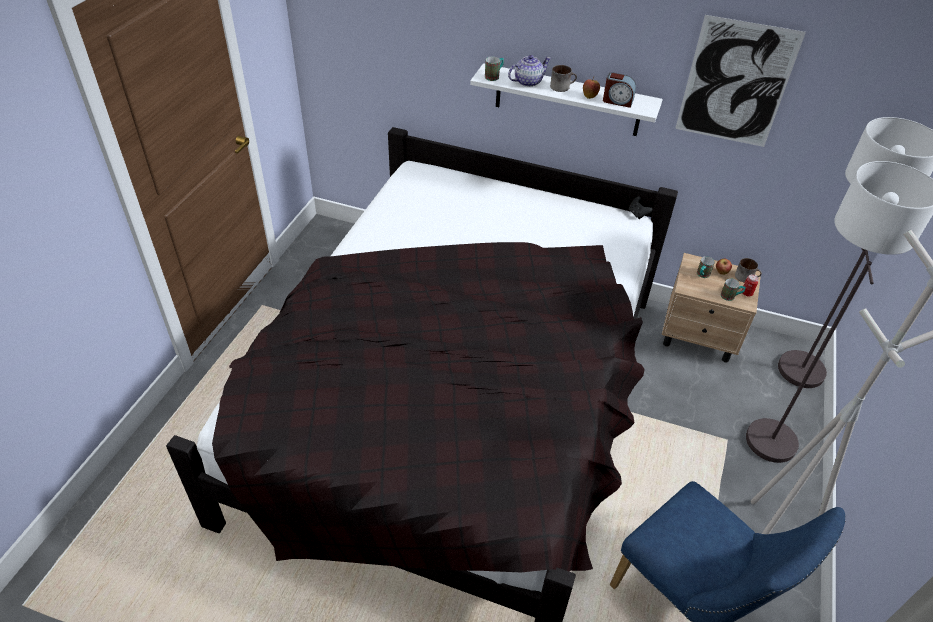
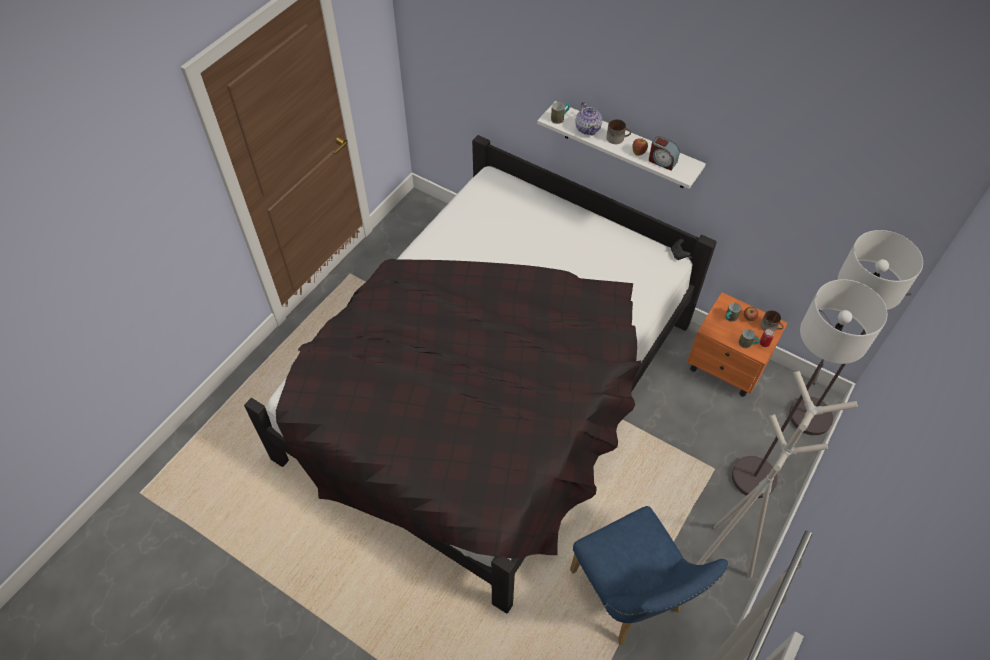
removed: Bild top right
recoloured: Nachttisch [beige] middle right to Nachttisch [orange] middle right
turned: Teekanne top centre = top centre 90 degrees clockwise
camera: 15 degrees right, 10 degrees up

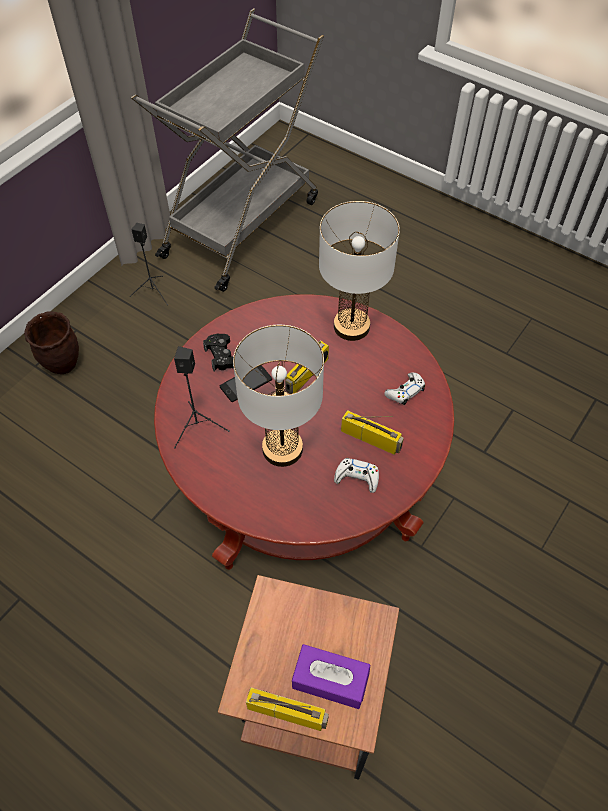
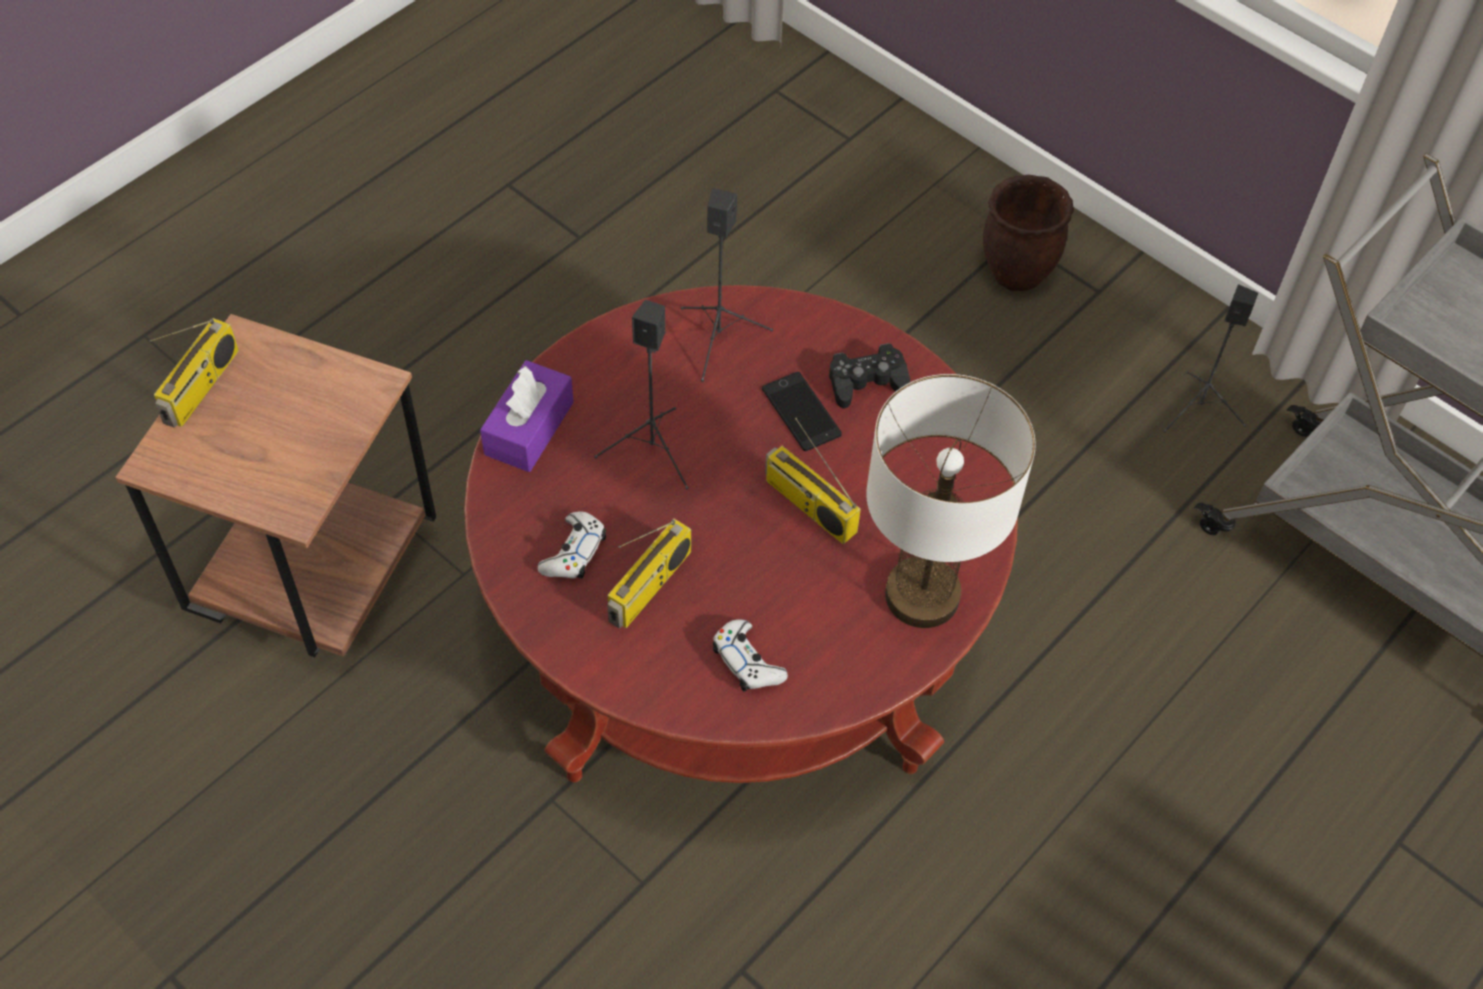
moved: Taschentuchbox [lila] bottom centre to centre
replaced: Tischlampe (1st from left) centre to Lautsprecher [schwarz] (1st from left) centre
camera: 95 degrees right, 0 degrees up

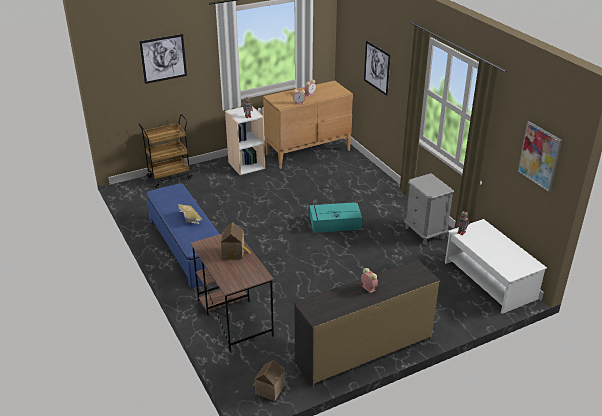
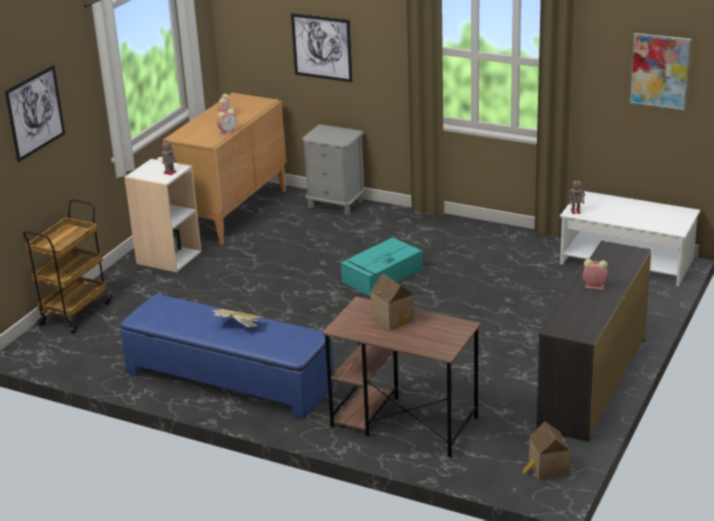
moved: Nachttisch [grau] middle right to top centre
camera: 35 degrees left, 5 degrees down

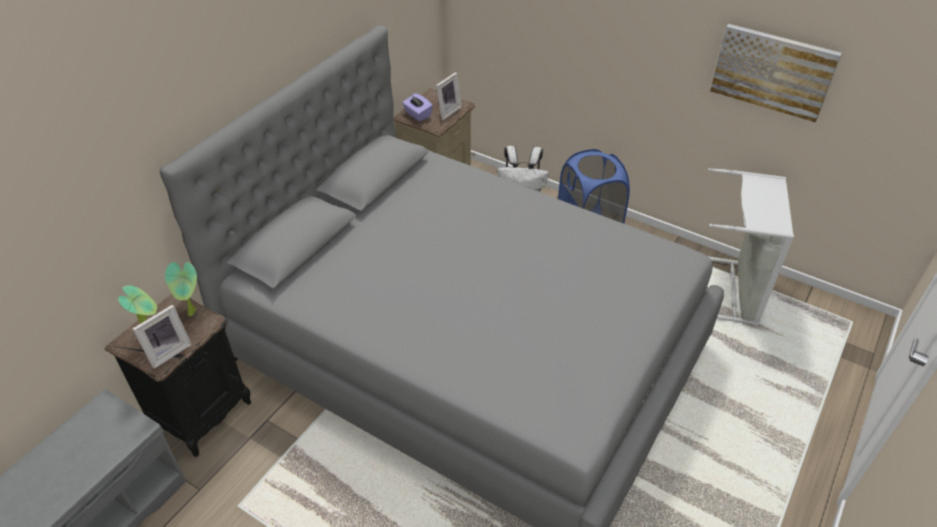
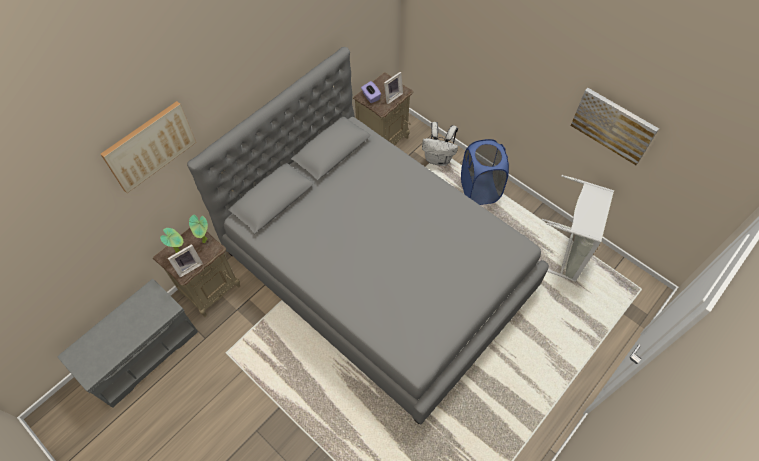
added: Bild (1st from left) top left
recoloured: Nachttisch [schwarz] bottom left to Nachttisch [beige] (1st from left) middle left
camera: 10 degrees right, 15 degrees up

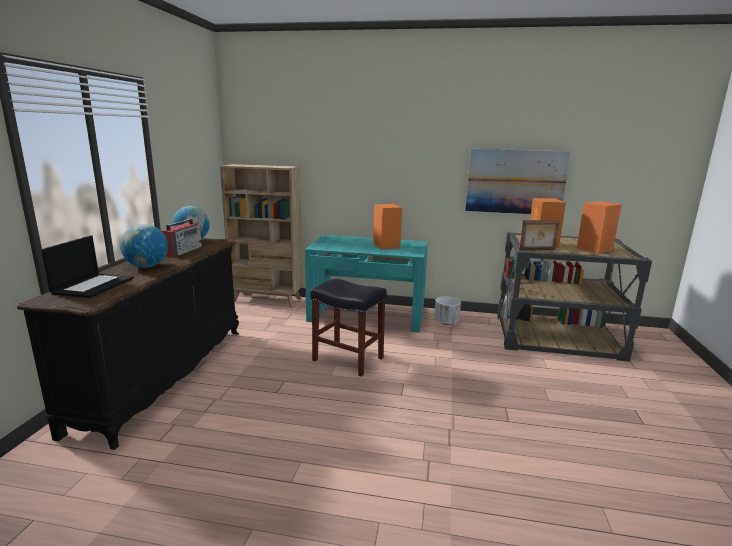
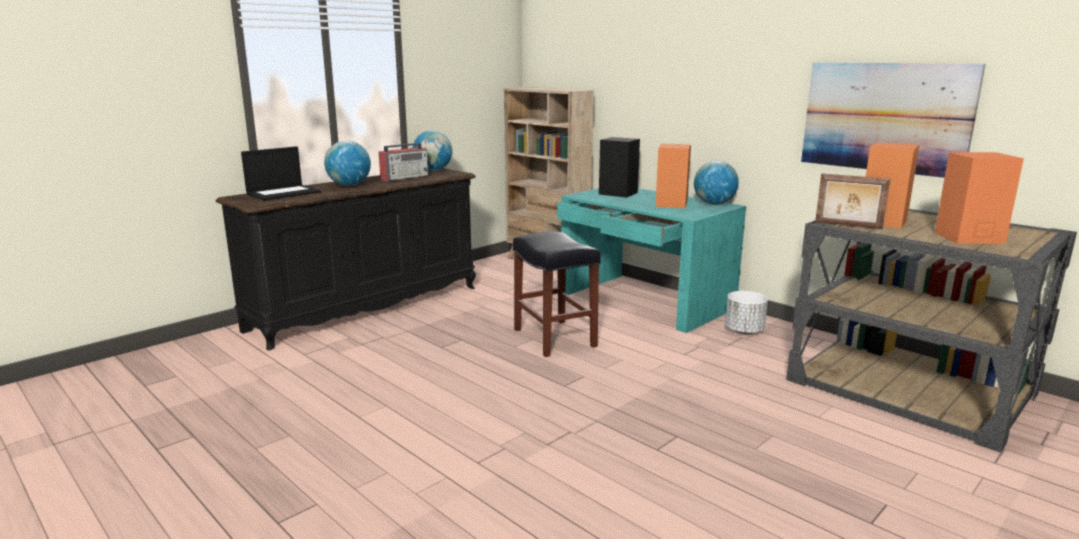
added: Lautsprecher [schwarz] top centre; Globus (3rd from left) centre
camera: 35 degrees right, 0 degrees up

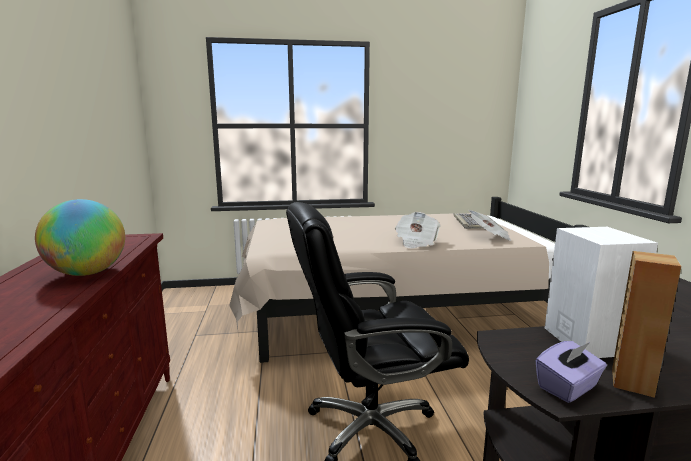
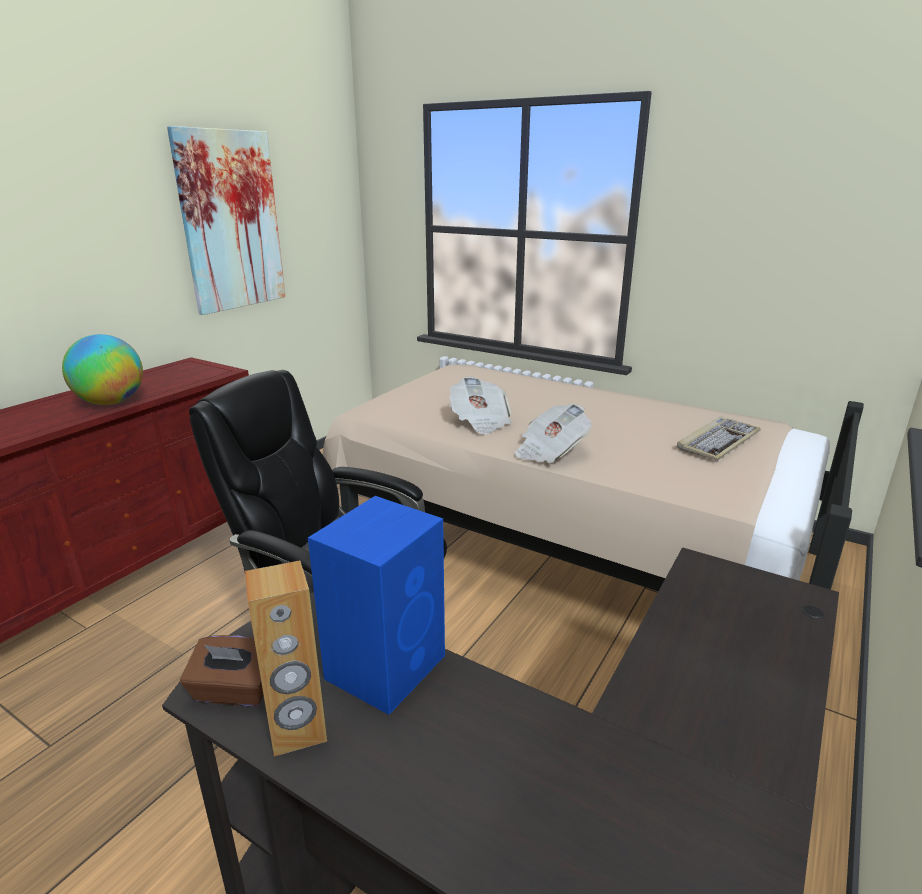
added: Bild top left
moved: Zeitung (2nd from left in the first image) middle right to Zeitung (1st from left) centre
recoloured: Taschentuchbox [lila] bottom right to Taschentuchbox [braun] bottom left; Lautsprecher [weiß] middle right to Lautsprecher [blau] bottom centre
camera: 40 degrees right, 10 degrees up

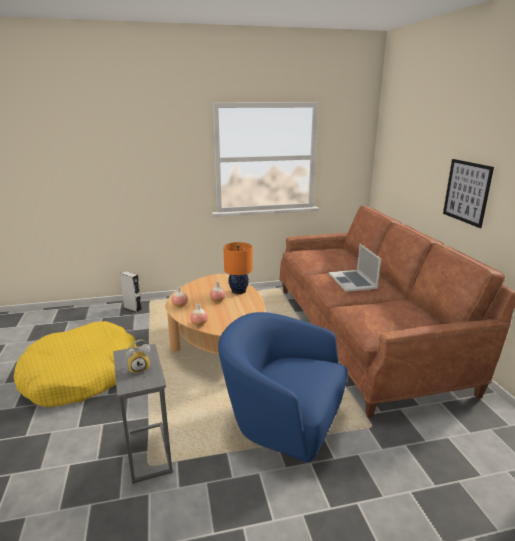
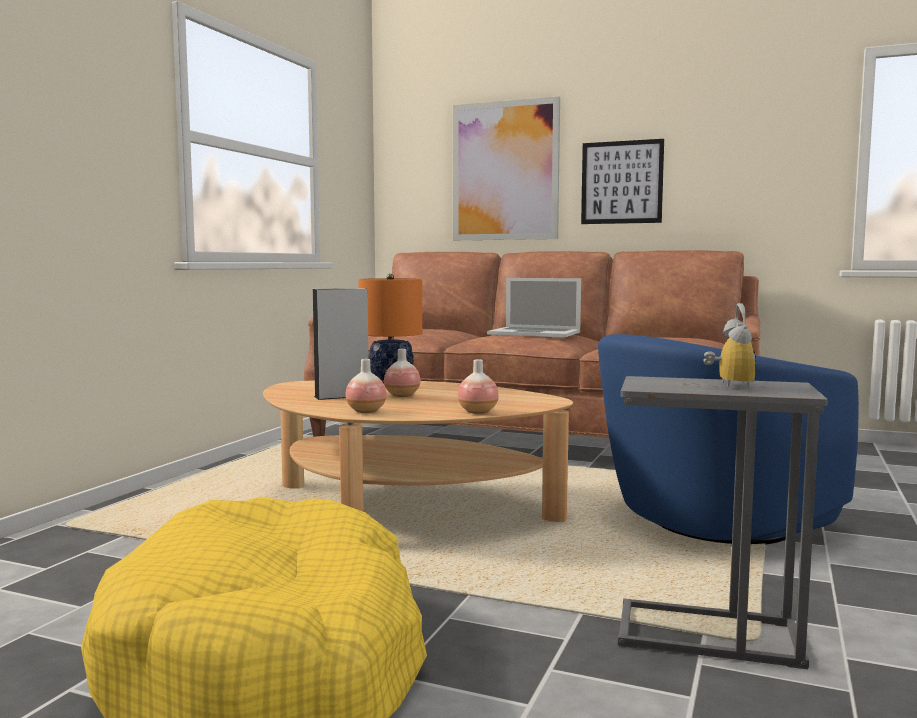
added: Bild (1st from left) top centre
moved: Lautsprecher [grau] middle left to centre
camera: 55 degrees left, 15 degrees down

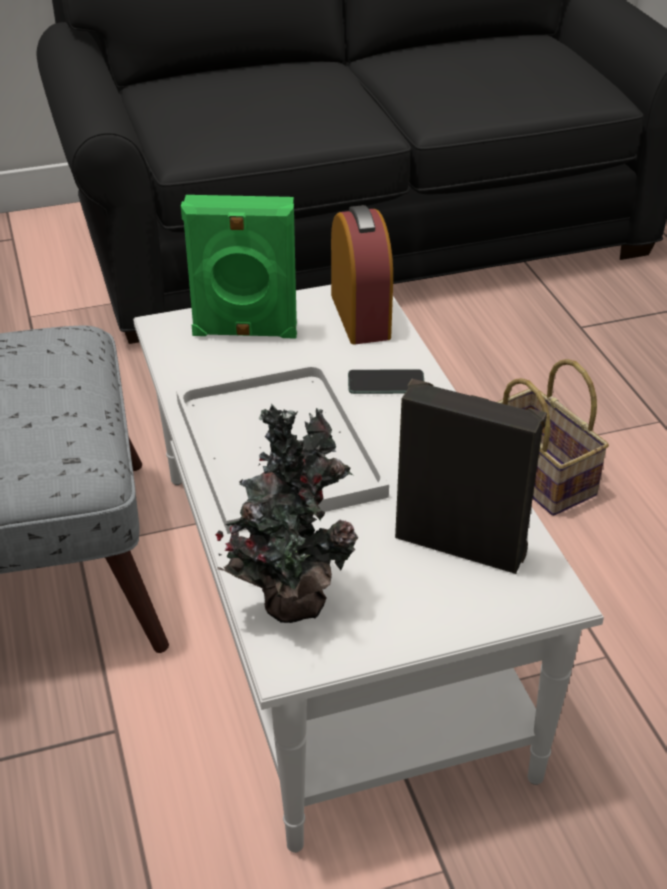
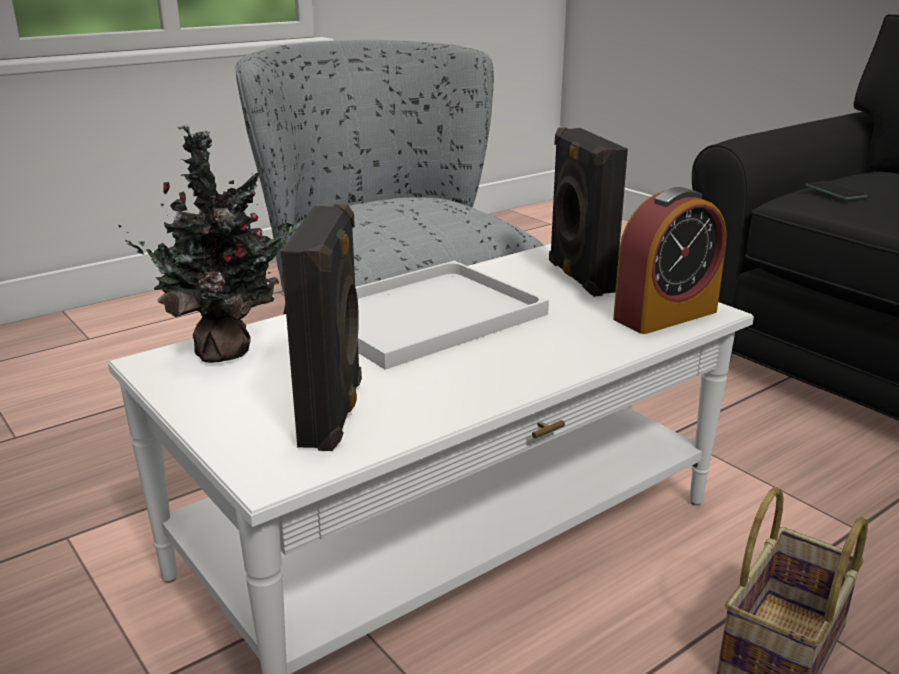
moved: Handy centre to top right
recoloured: Lautsprecher [grün] top centre to Lautsprecher [schwarz] (2nd from left) top centre
camera: 70 degrees right, 15 degrees down

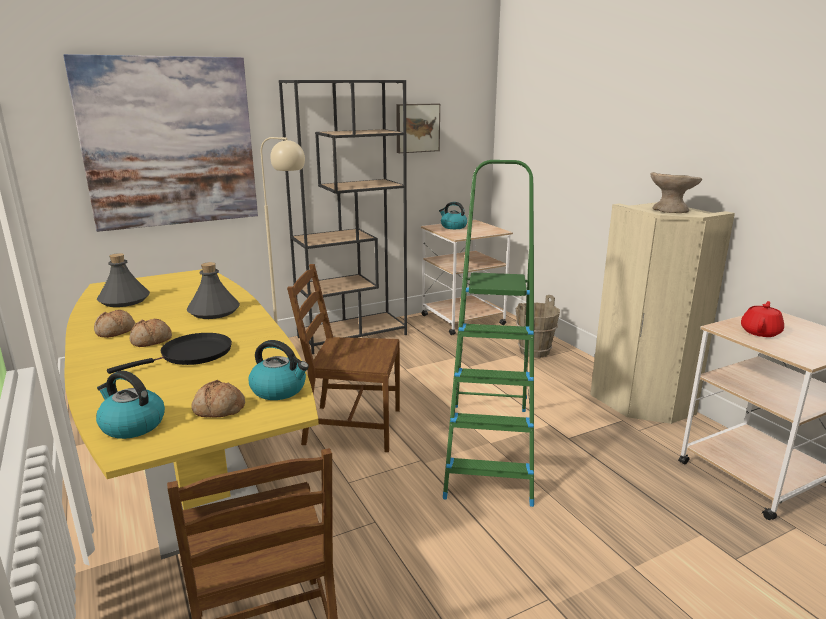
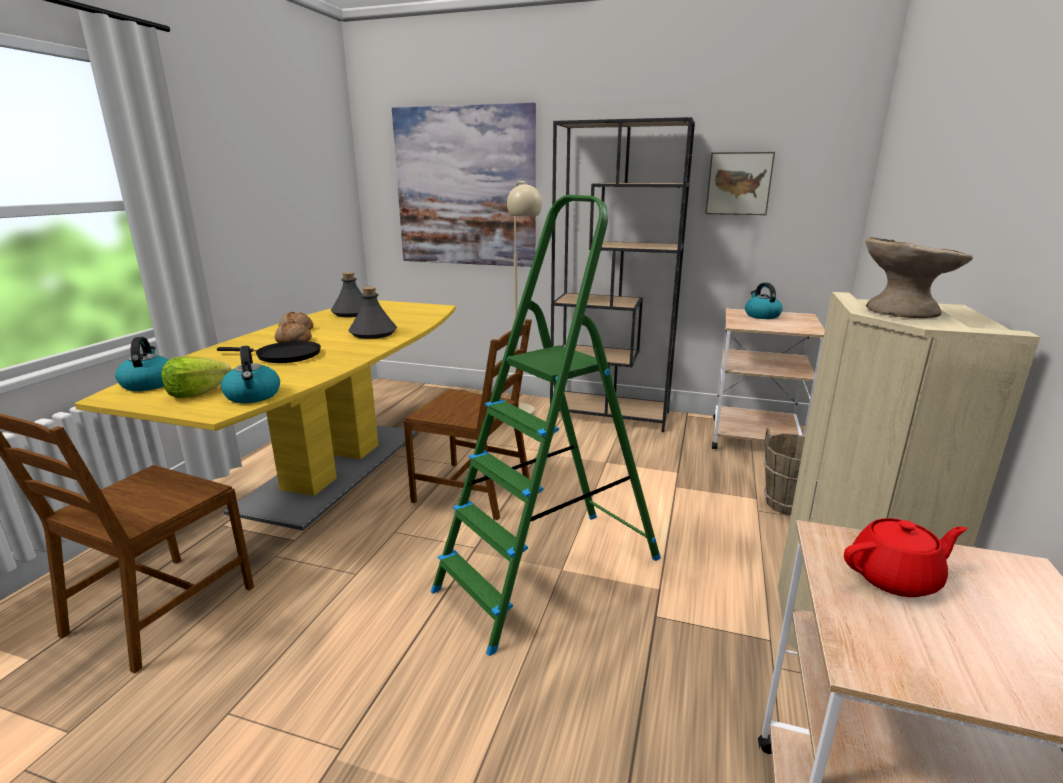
replaced: Brot (3rd from left) middle left to Salatkopf middle left
turned: Stuhl [braun] (2nd from left) centre = centre 150 degrees clockwise
camera: 45 degrees right, 0 degrees up

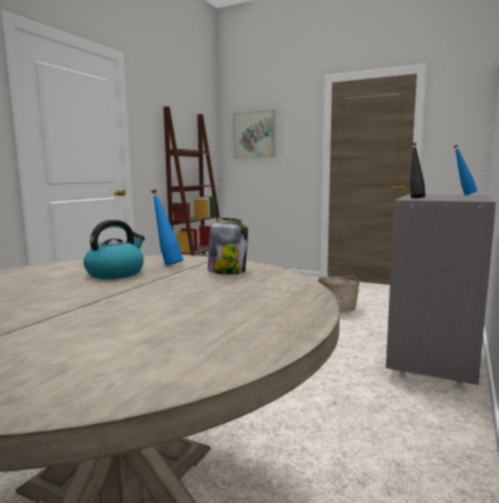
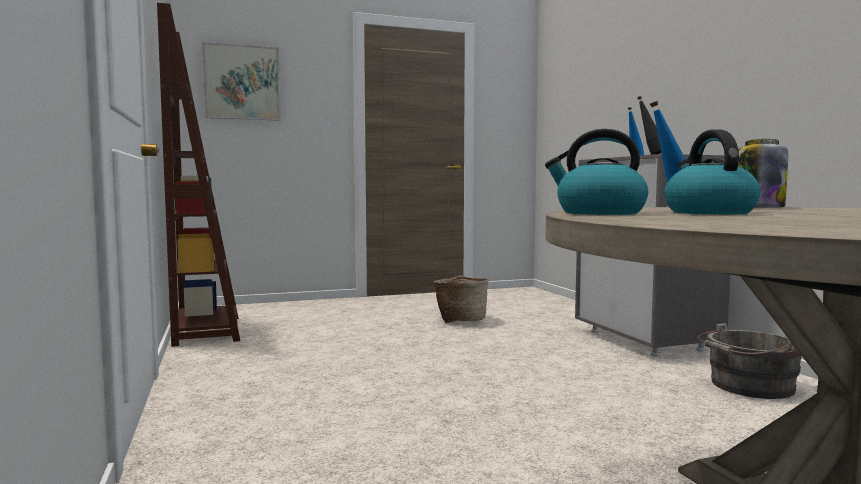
added: Wasserkessel (1st from left) middle right; Eimer [grau] bottom right
camera: 45 degrees left, 5 degrees down

